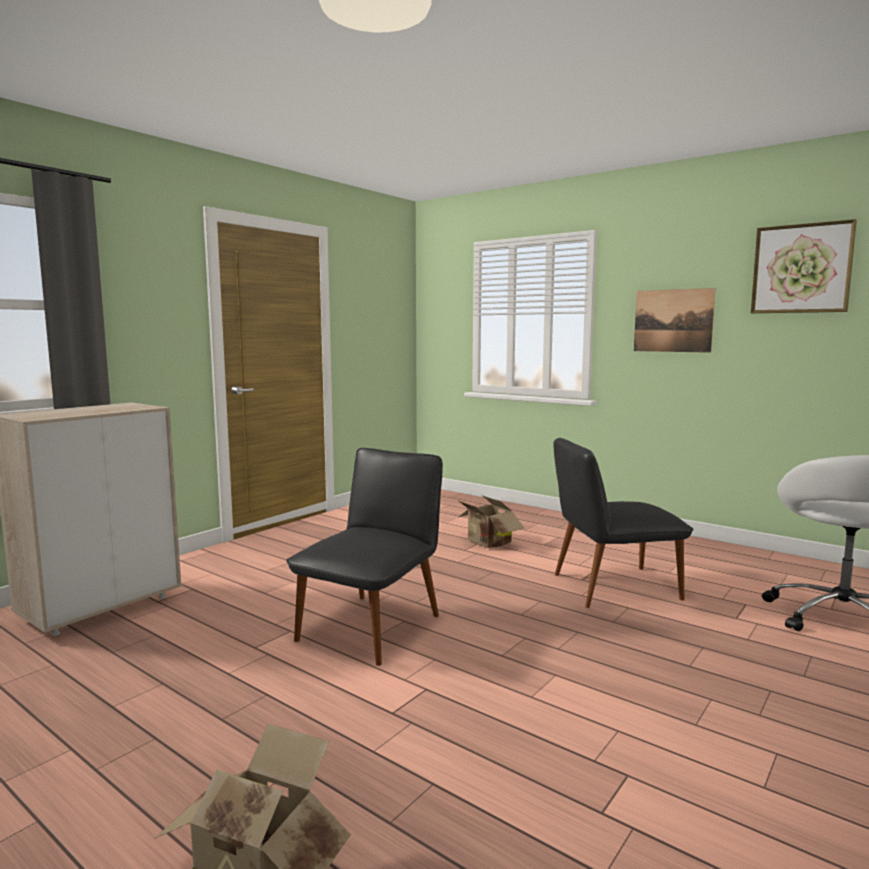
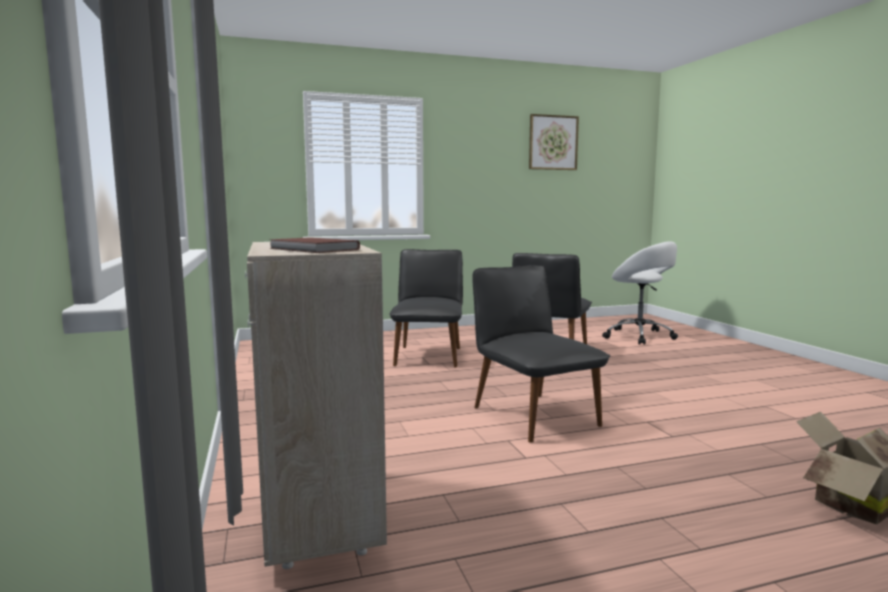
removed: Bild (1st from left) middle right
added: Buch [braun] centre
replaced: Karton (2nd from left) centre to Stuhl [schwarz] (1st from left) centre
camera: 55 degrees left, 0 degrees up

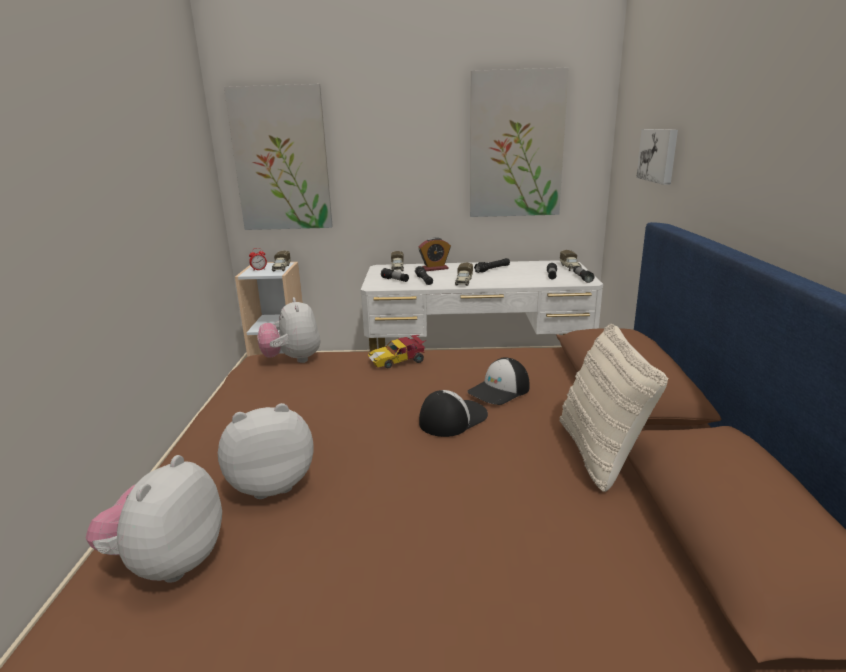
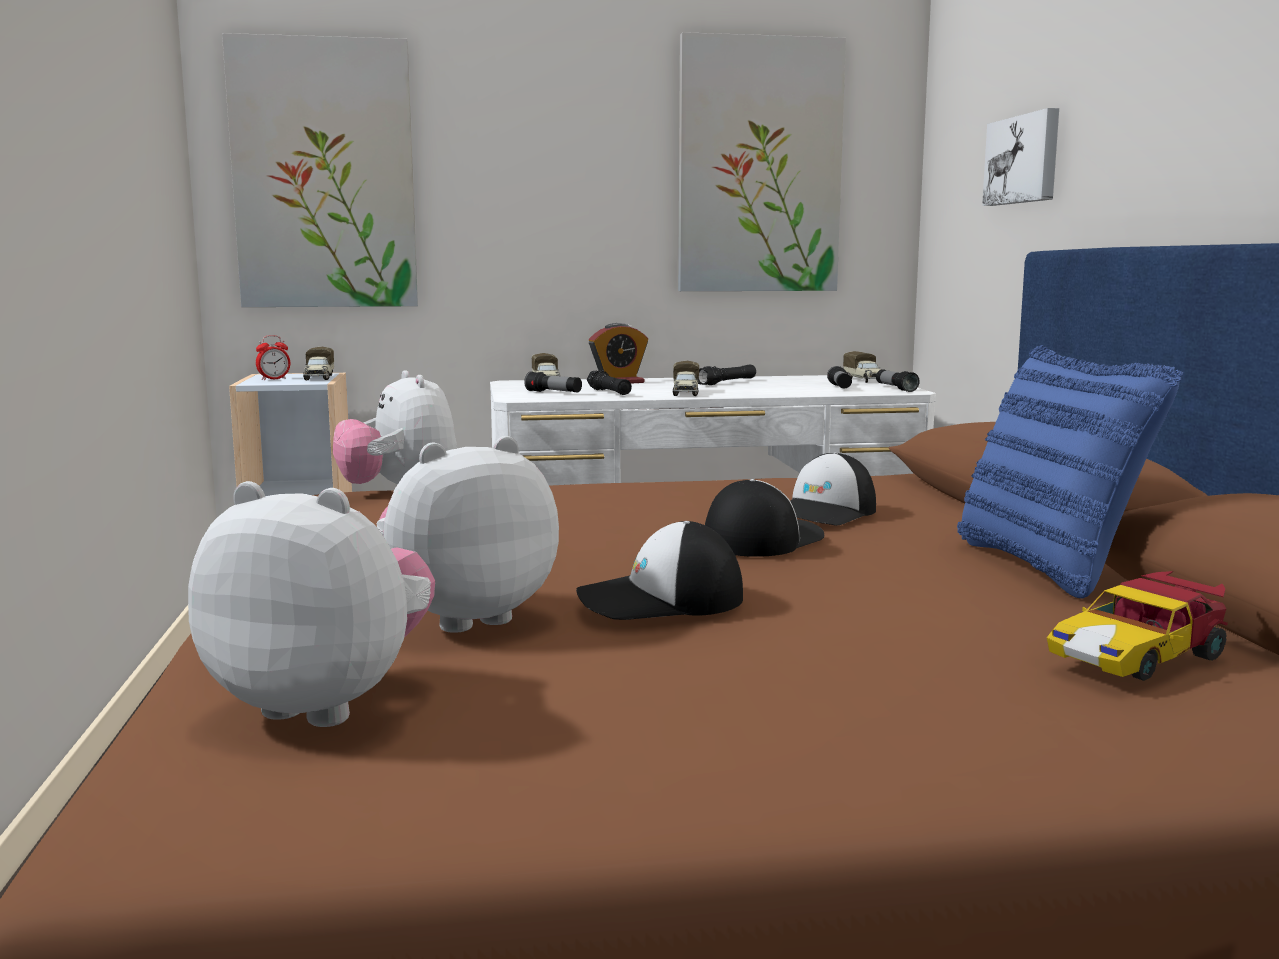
added: Kappe (1st from left) centre
moved: Spielzeugauto centre to middle right
recoloured: Kissen [beige] middle right to Kissen [blau] middle right
turned: Plüschtier (1st from left) bottom left = middle left 105 degrees clockwise
camera: 10 degrees left, 10 degrees down

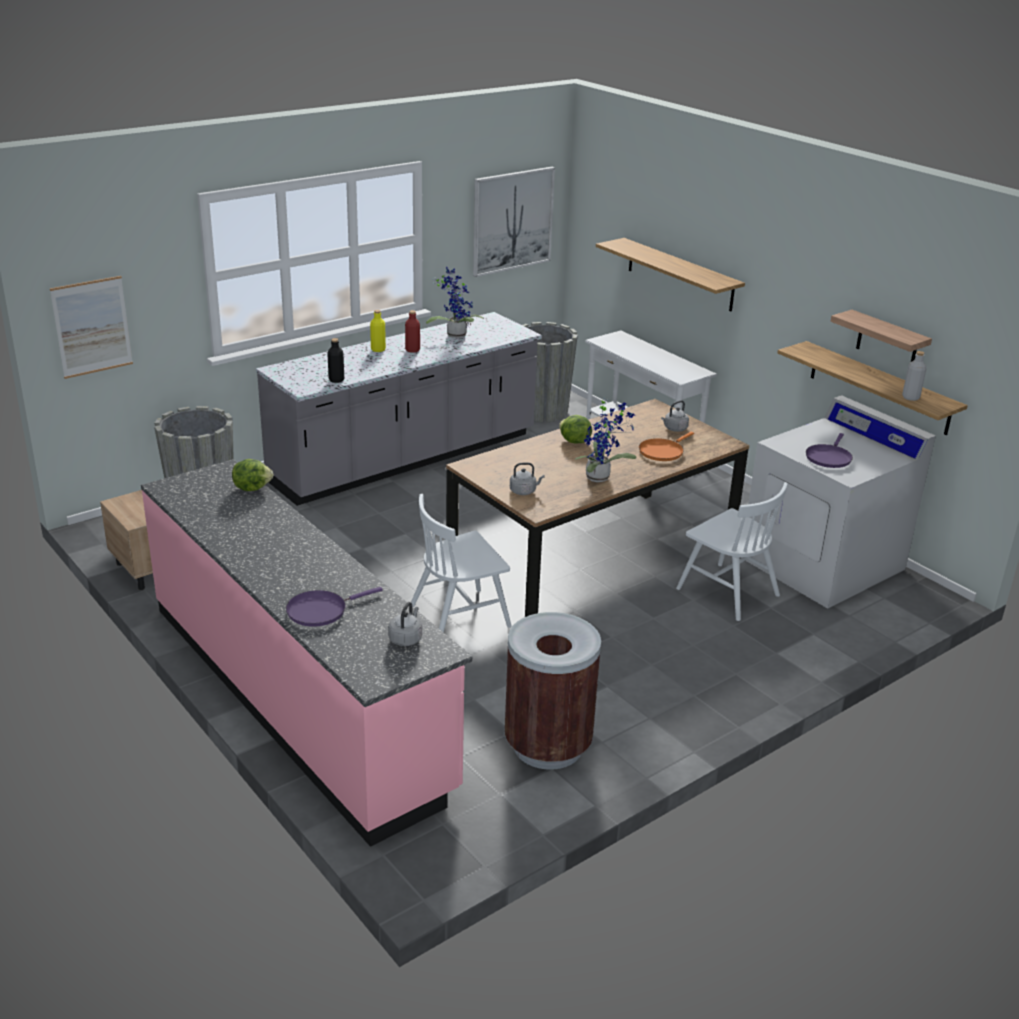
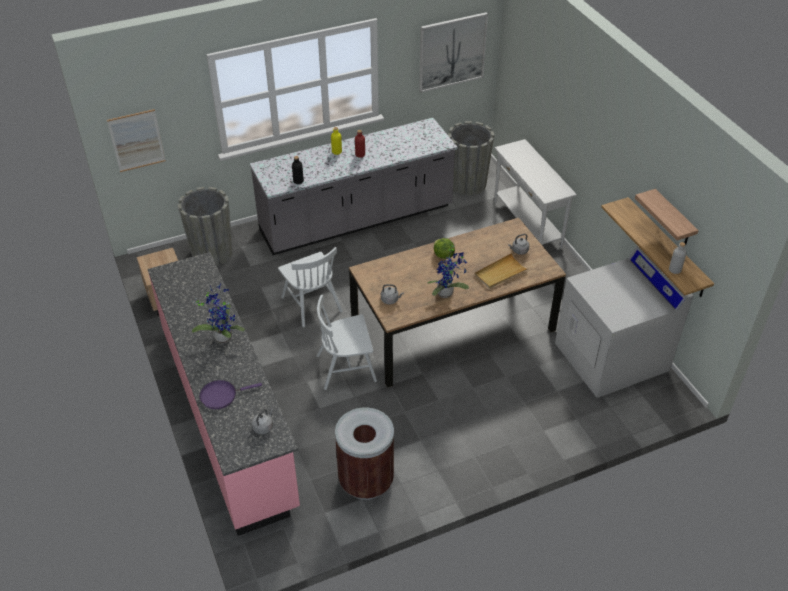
removed: Salatkopf (1st from left) middle left; Wandregal (1st from left) top centre; Pfanne [lila] (2nd from left) middle right
moved: Topfpflanze (1st from left) top centre to middle left; Stuhl [weiß] (2nd from left in the first image) middle right to Stuhl [weiß] (1st from left) centre
replaced: Pfanne [orange] centre to Tablett [beige] centre
camera: 15 degrees right, 15 degrees up

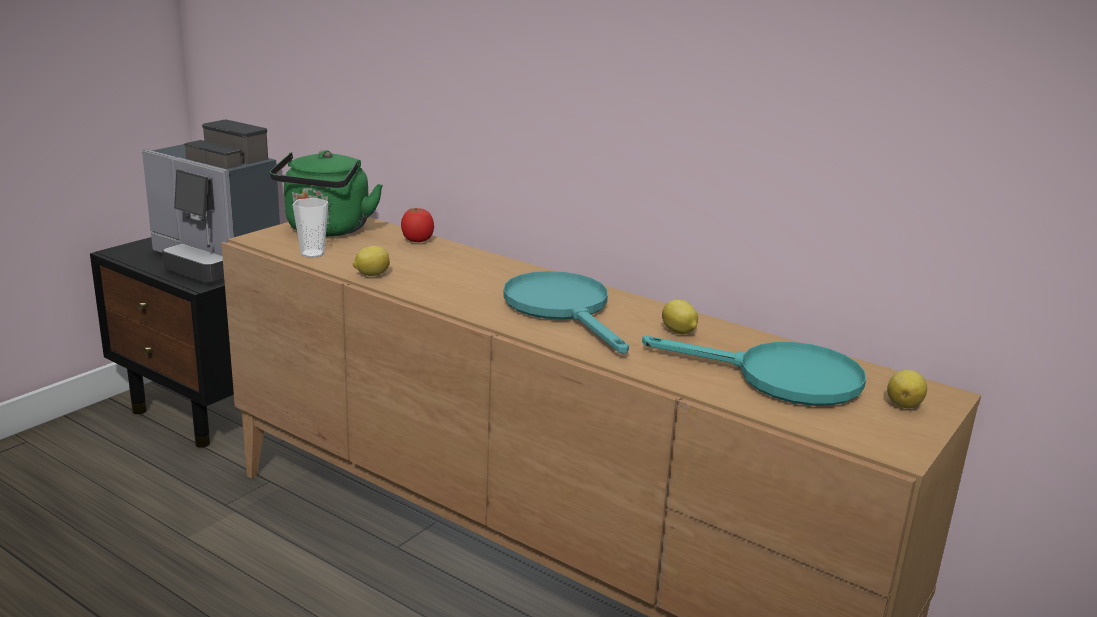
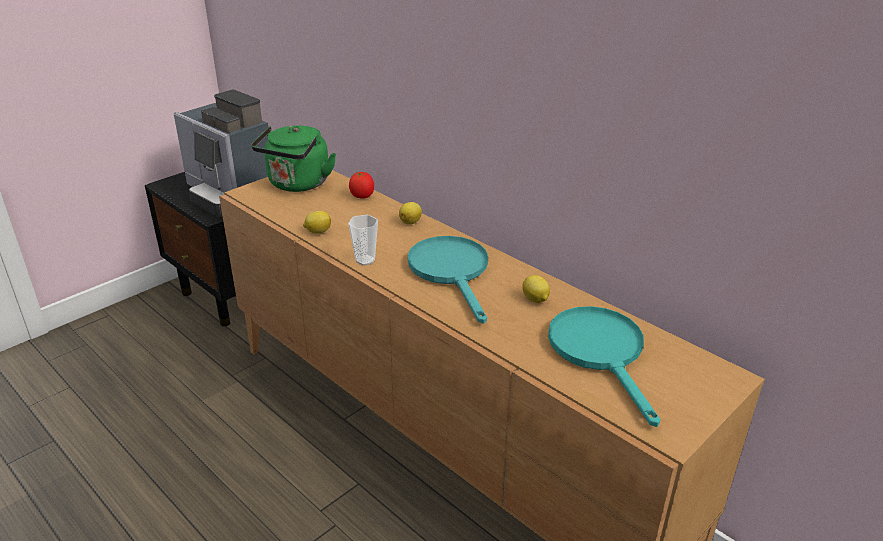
moved: Tasse middle left to centre; Zitrone (3rd from left in the first image) middle right to Zitrone (2nd from left) centre
turned: Pfanne [türkis] (2nd from left) middle right = bottom right 135 degrees counterclockwise
camera: 10 degrees right, 10 degrees up

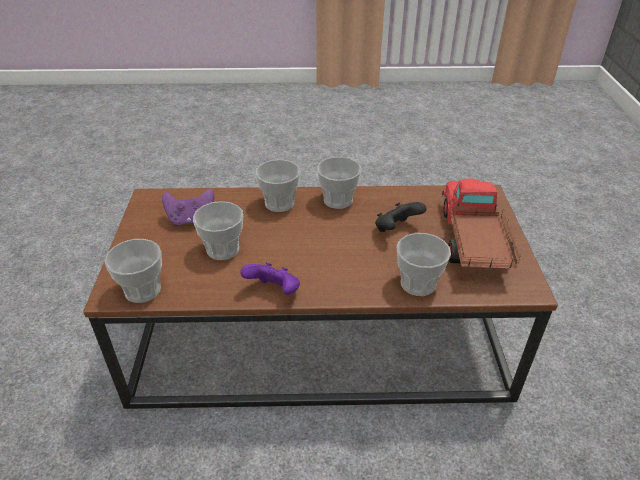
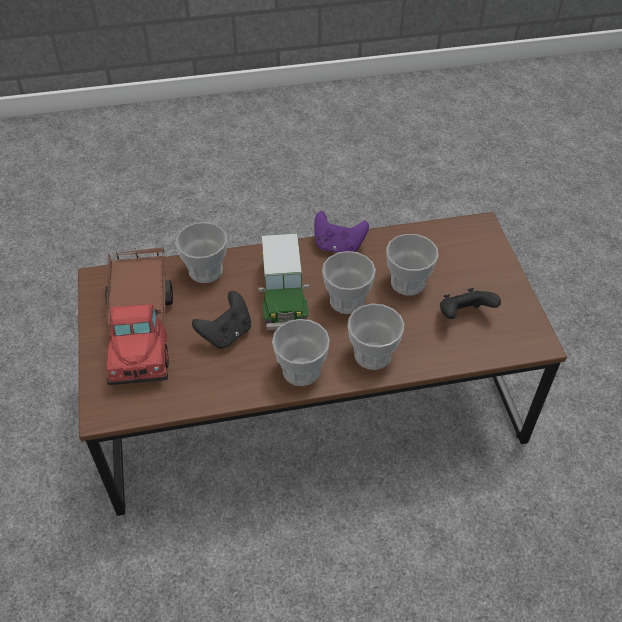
added: Spielzeugauto centre
moved: Tasse (1st from left in the first image) middle left to Tasse (3rd from left) centre
recoloured: Gamepad [lila] (1st from left) middle left to Gamepad [schwarz] (2nd from left) middle right
camera: 170 degrees right, 10 degrees up

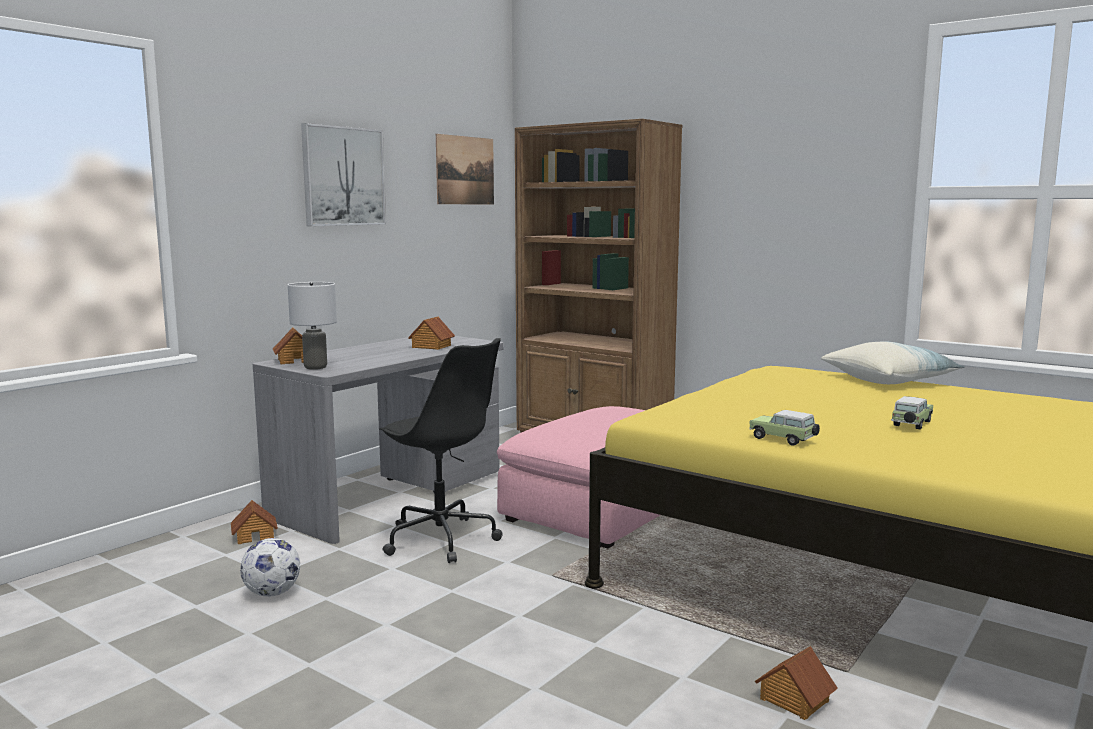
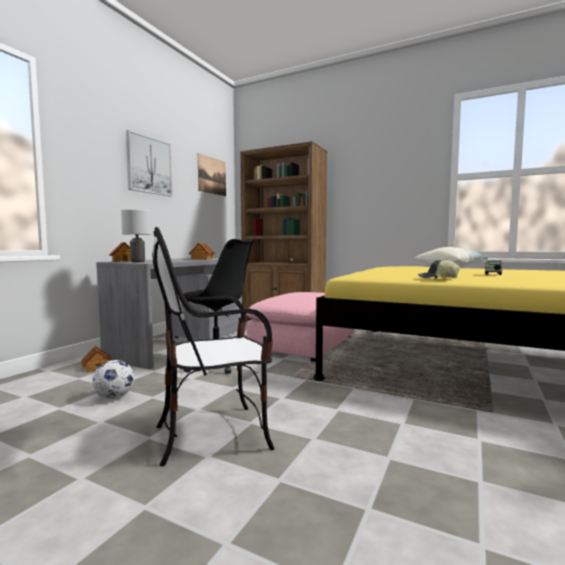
removed: Spielzeughaus (4th from left) bottom right
added: Stuhl centre
replaced: Spielzeugauto (1st from left) middle right to Kappe middle right
camera: 10 degrees left, 5 degrees down

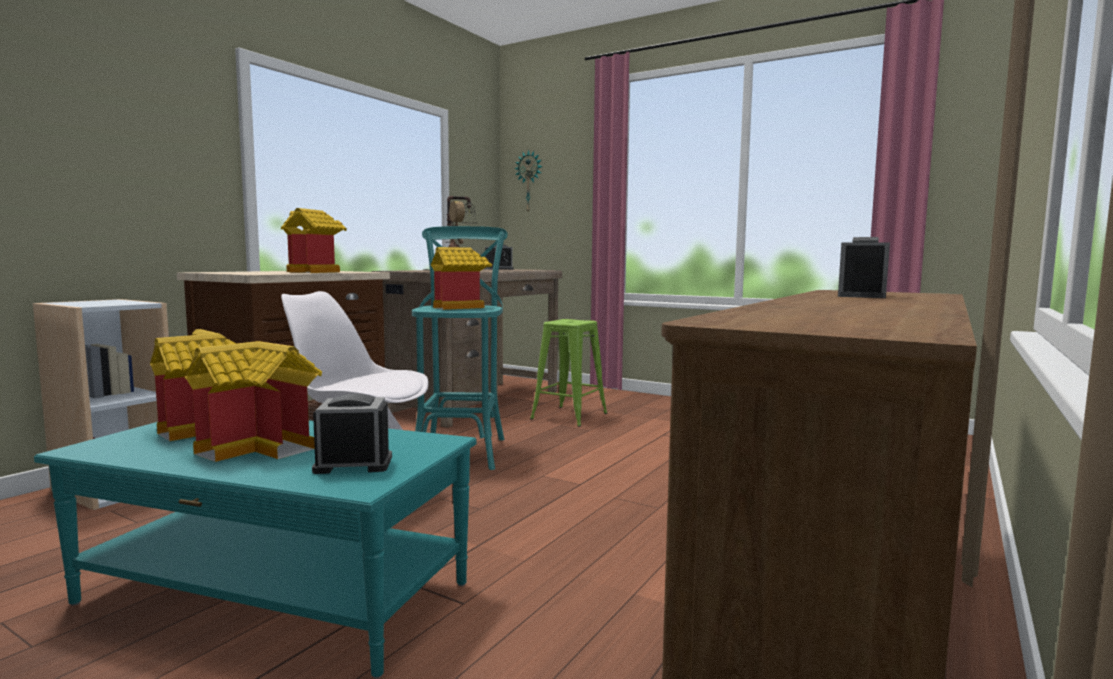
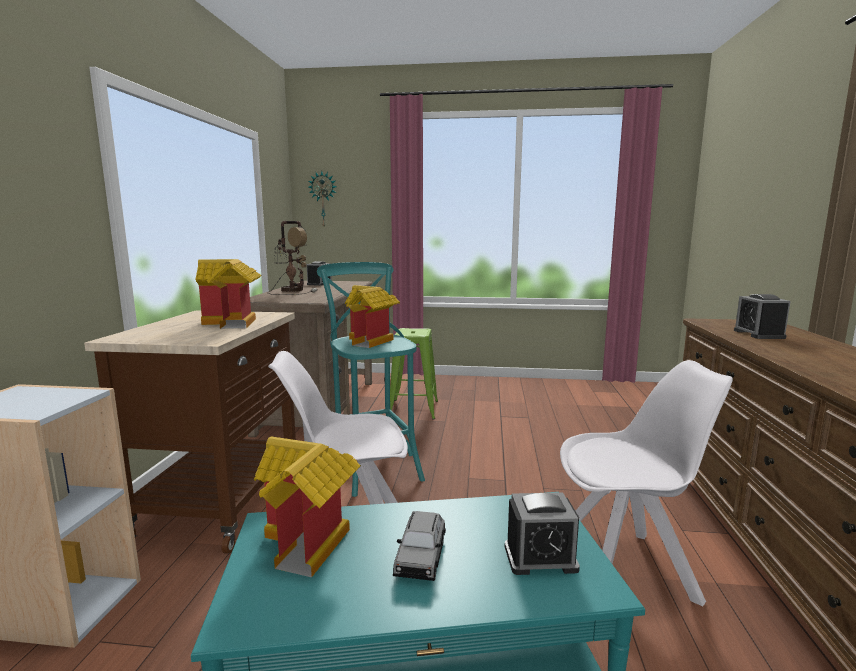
added: Stuhl [weiß] (2nd from left) bottom right
replaced: Spielzeughaus (2nd from left) middle left to Spielzeugauto [grau] bottom centre
turned: Wecker (1st from left in the first image) middle left = bottom centre 150 degrees counterclockwise
camera: 25 degrees left, 5 degrees up

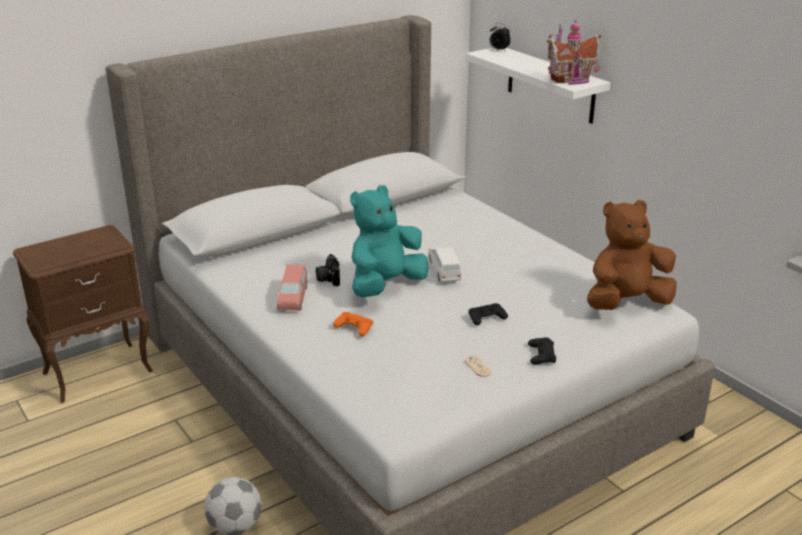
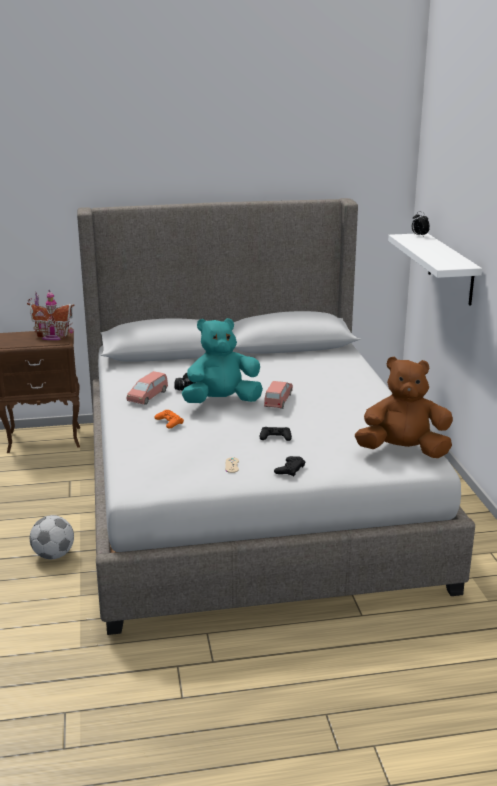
moved: Spielzeughaus top right to middle left
recoloured: Spielzeugauto [weiß] centre to Spielzeugauto [rosa] (2nd from left) centre
camera: 25 degrees right, 5 degrees down

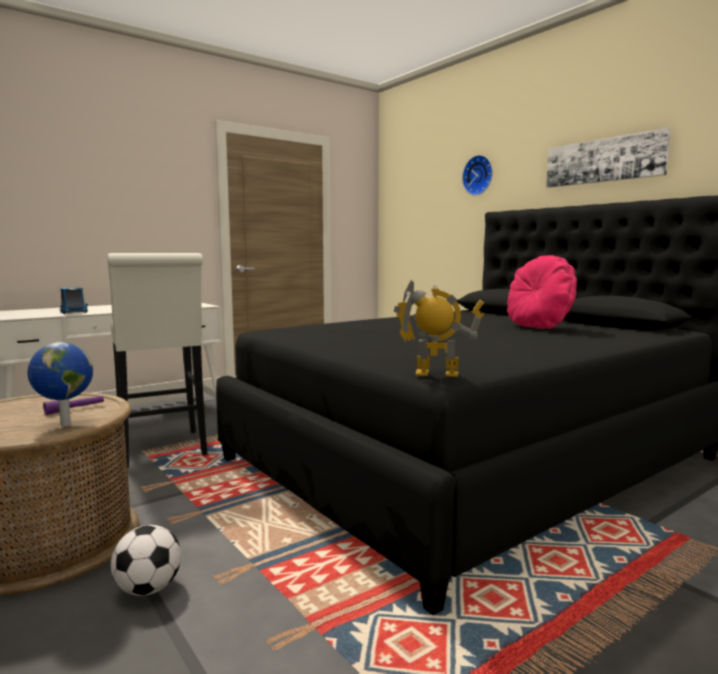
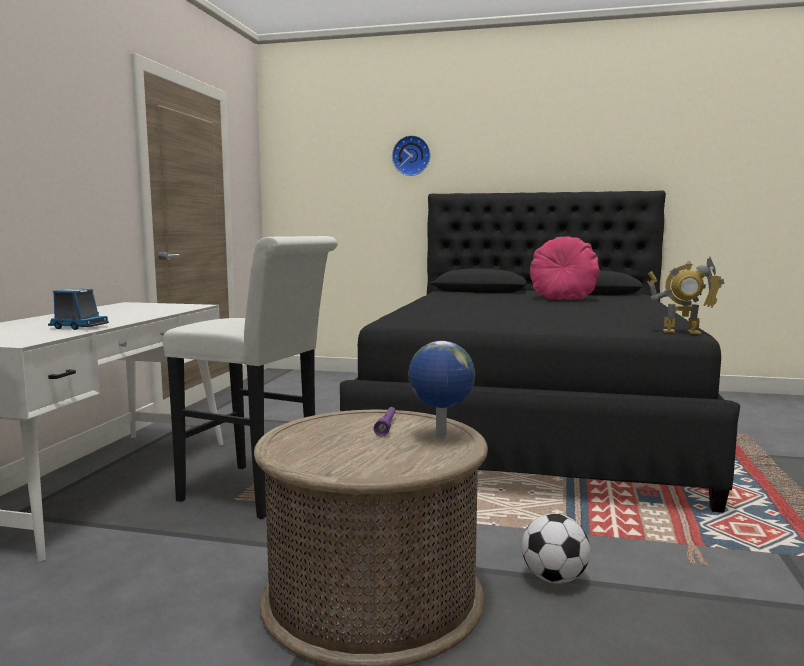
removed: Bild top right
turned: Spielzeugroboter centre = middle right 135 degrees counterclockwise
camera: 40 degrees left, 0 degrees up

